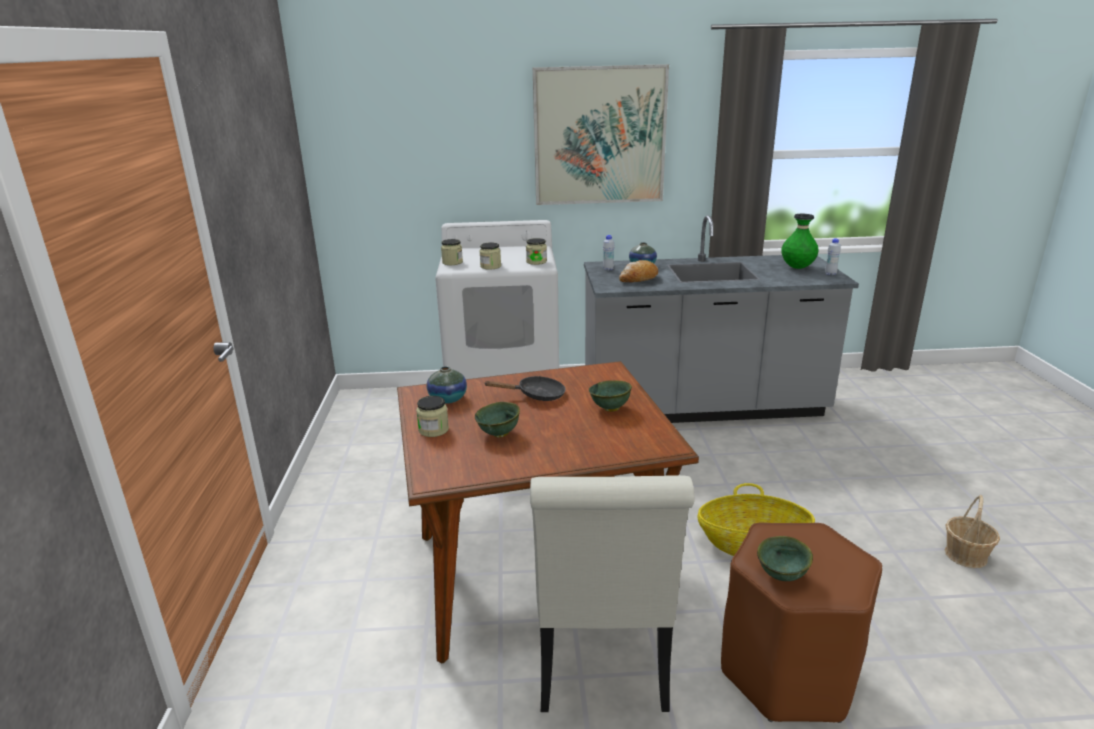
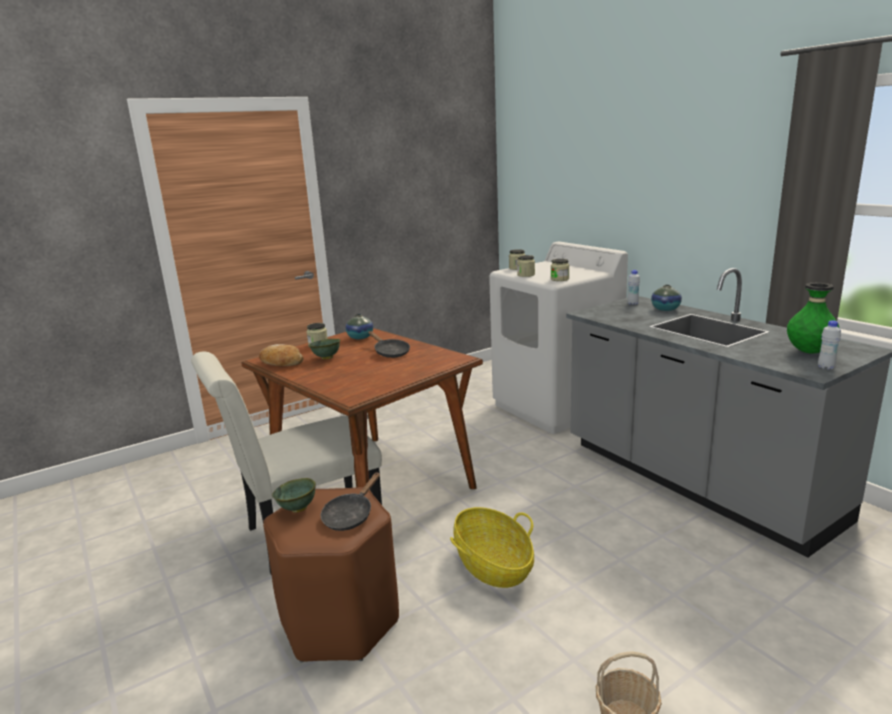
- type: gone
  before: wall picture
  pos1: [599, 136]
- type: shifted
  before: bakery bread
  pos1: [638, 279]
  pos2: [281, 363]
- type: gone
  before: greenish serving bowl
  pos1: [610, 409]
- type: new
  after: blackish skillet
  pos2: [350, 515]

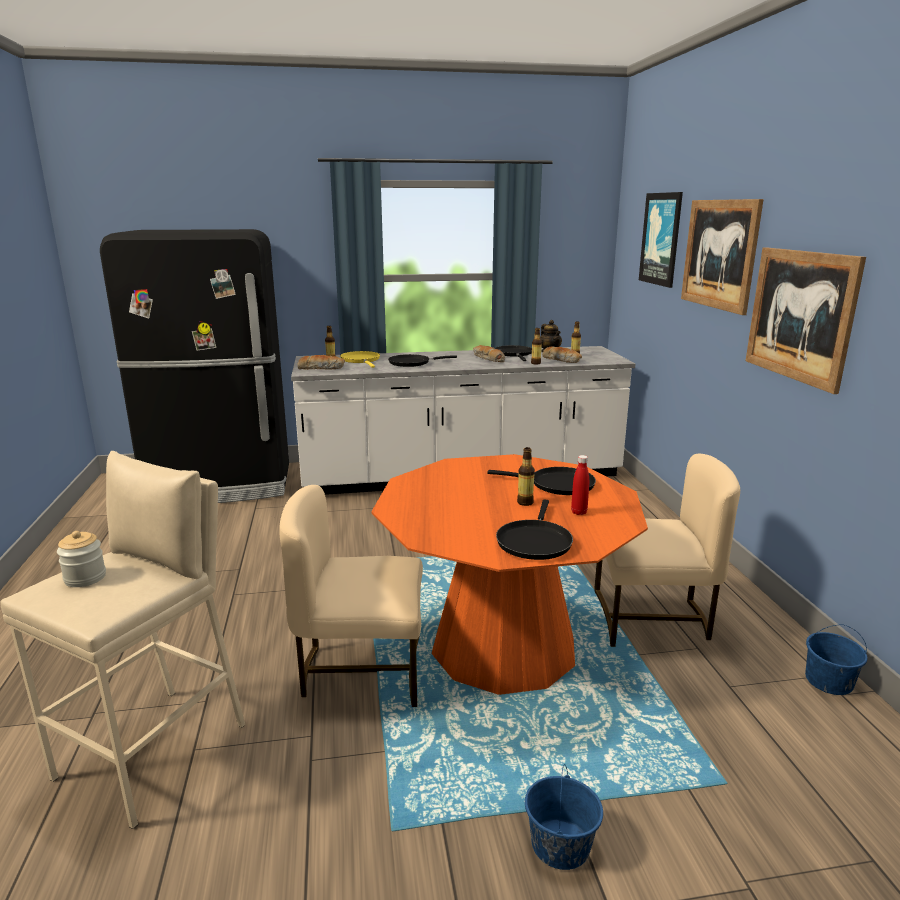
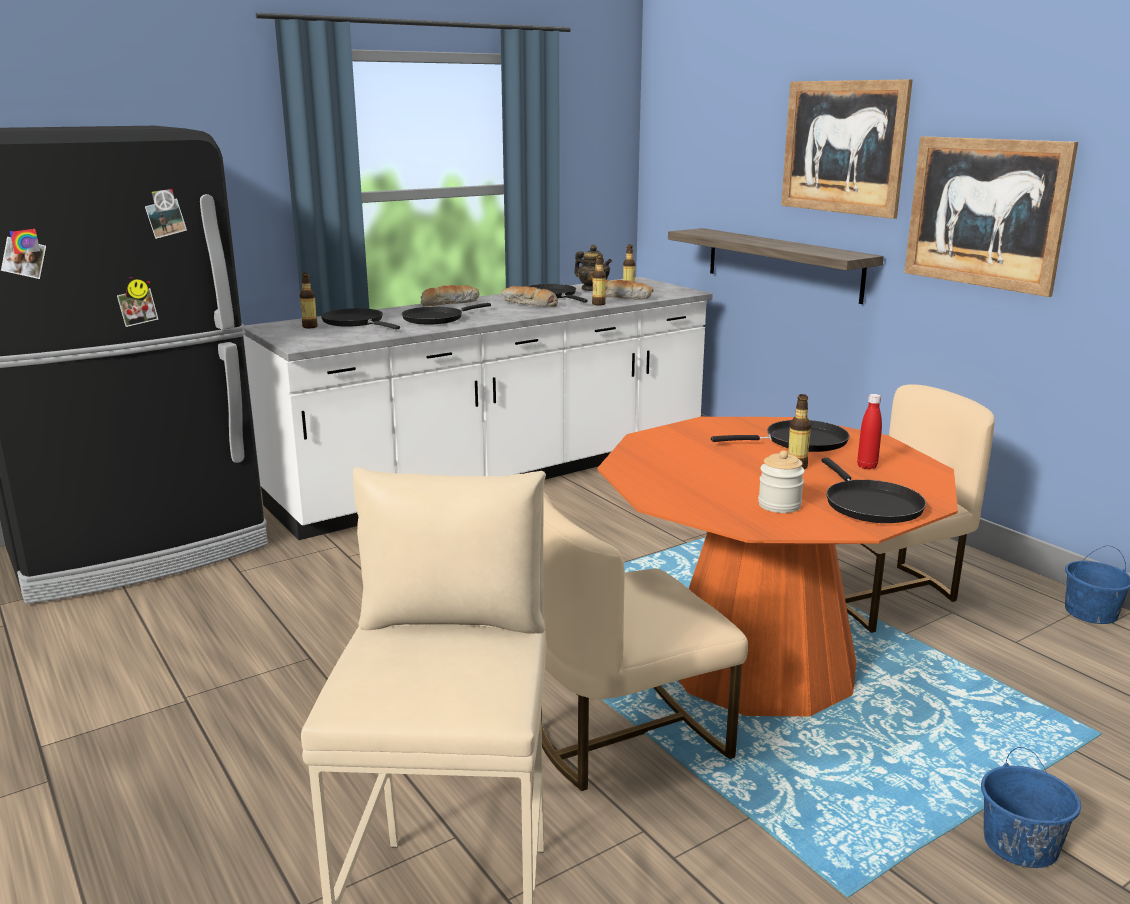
- type: gone
  before: wall picture
  pos1: [661, 239]
- type: repainted
  before: yellow skillet
  after: blackish skillet
  pos1: [361, 360]
  pos2: [356, 322]
- type: shifted
  before: bakery bread
  pos1: [321, 368]
  pos2: [450, 303]
- type: shifted
  before: storage jar
  pos1: [85, 578]
  pos2: [779, 505]
- type: new
  after: bracket shelf
  pos2: [782, 264]

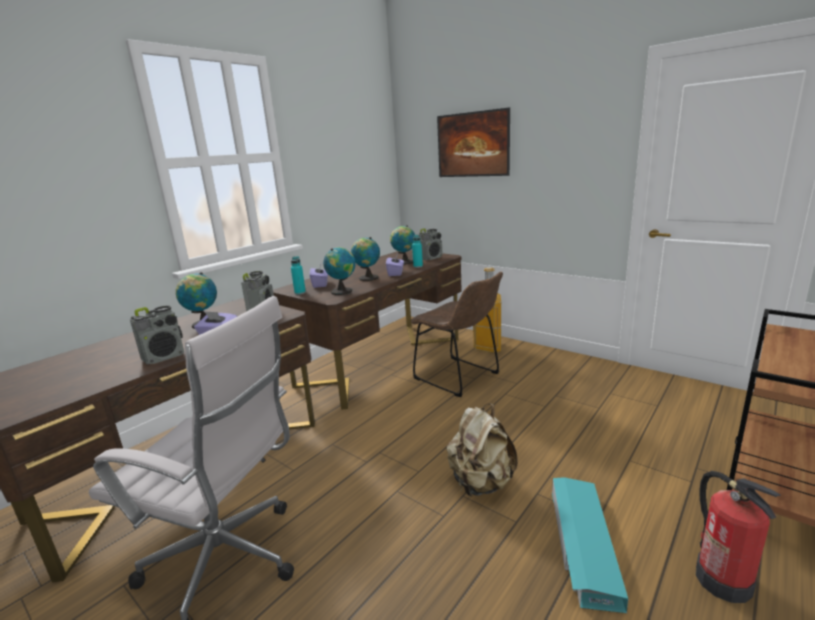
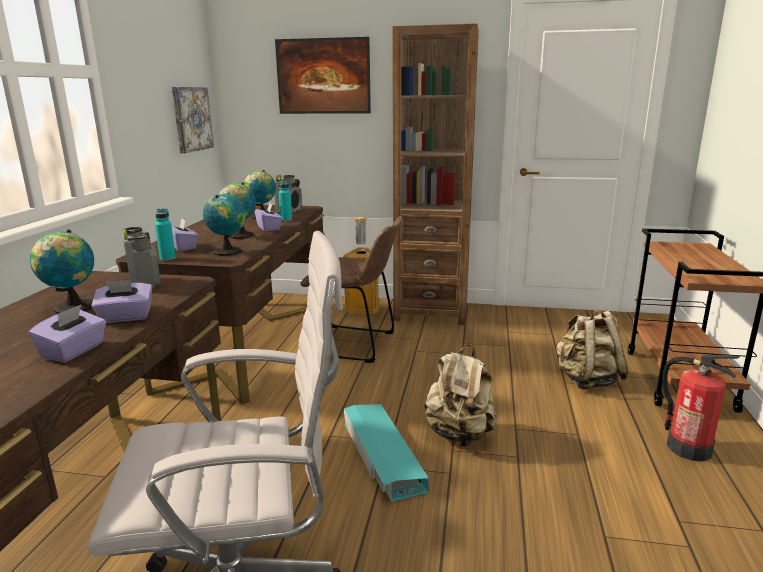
- type: swapped
  before: radio receiver
  after: purple tissue box
  pos1: [164, 357]
  pos2: [74, 351]
- type: shifted
  before: turquoise storage bin
  pos1: [583, 544]
  pos2: [382, 456]
- type: new
  after: brown-coloured bookcase
  pos2: [431, 311]
- type: new
  after: wall picture
  pos2: [191, 119]
- type: new
  after: sand-coloured backpack
  pos2: [587, 380]

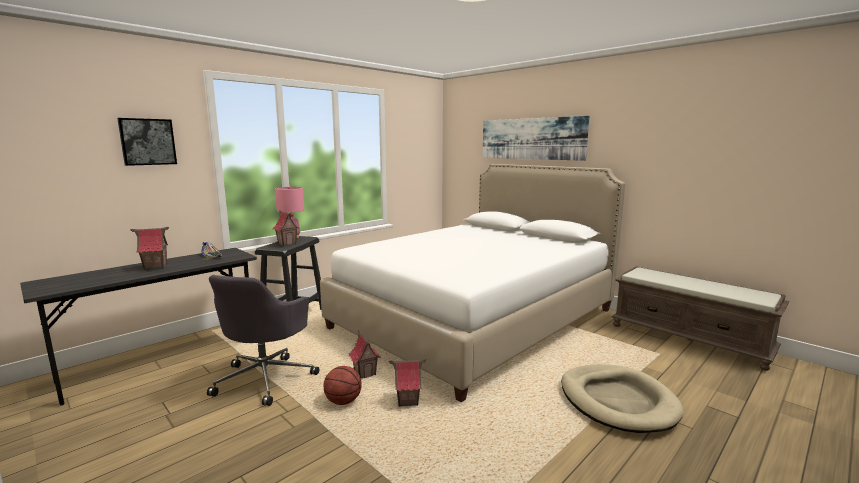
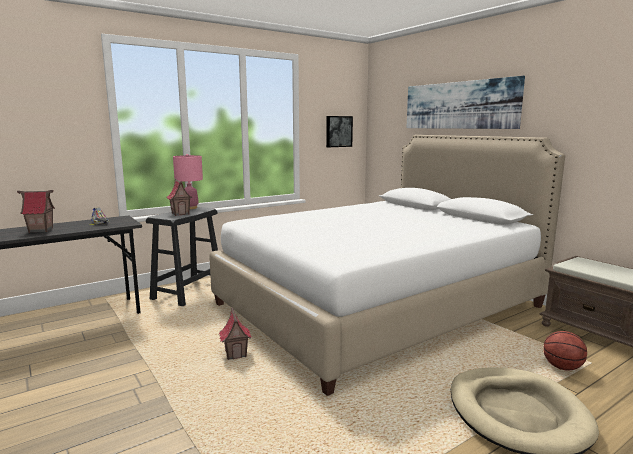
- type: shifted
  before: wall picture
  pos1: [147, 142]
  pos2: [338, 131]
- type: gone
  before: grey office chair
  pos1: [266, 378]
- type: gone
  before: model house
  pos1: [407, 401]
- type: shifted
  before: basketball
  pos1: [343, 401]
  pos2: [562, 367]

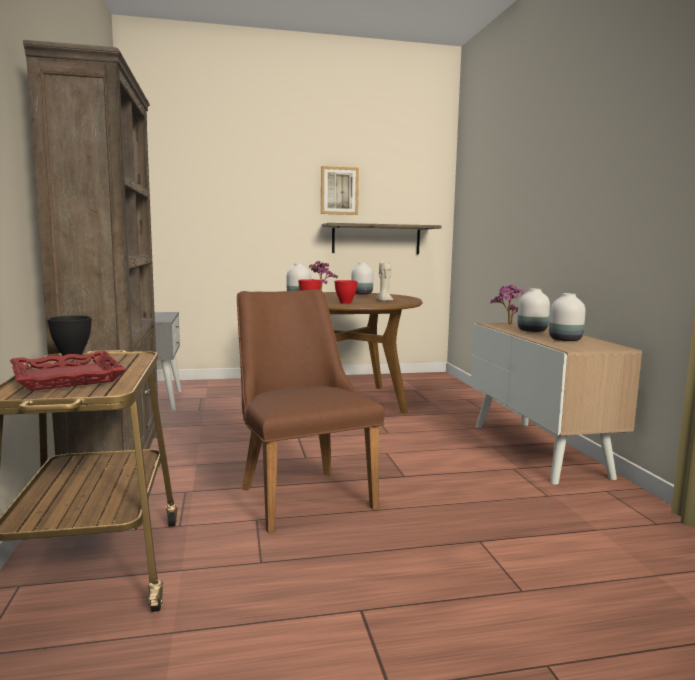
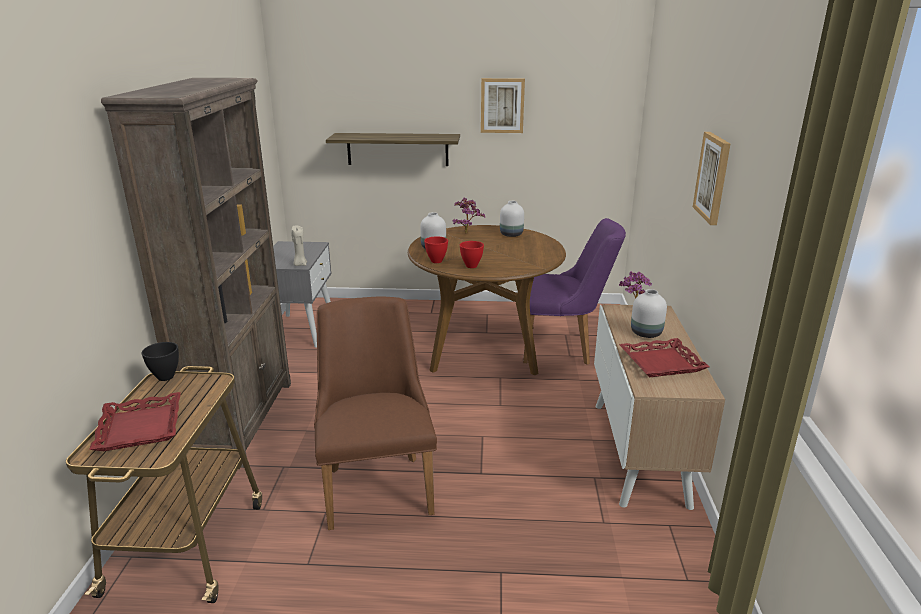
- type: shifted
  before: bracket shelf
  pos1: [376, 239]
  pos2: [397, 149]
- type: shifted
  before: sand-coloured wax light
  pos1: [384, 301]
  pos2: [300, 264]
- type: swapped
  before: whitish vase
  after: reddish carrying tray
  pos1: [565, 340]
  pos2: [661, 362]
- type: new
  after: wall picture
  pos2: [713, 177]
- type: new
  after: purple chair
  pos2: [564, 348]

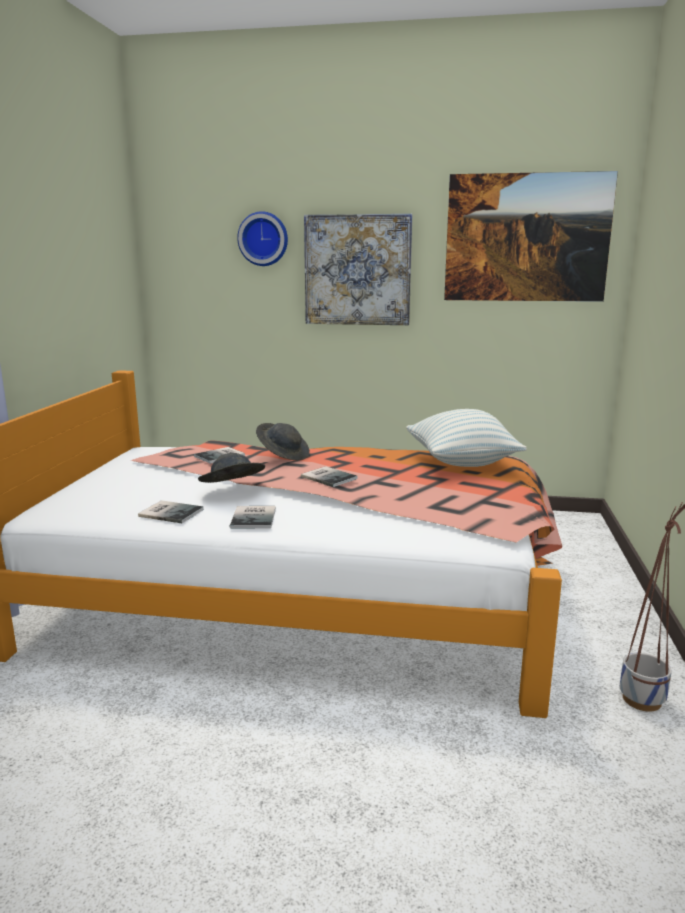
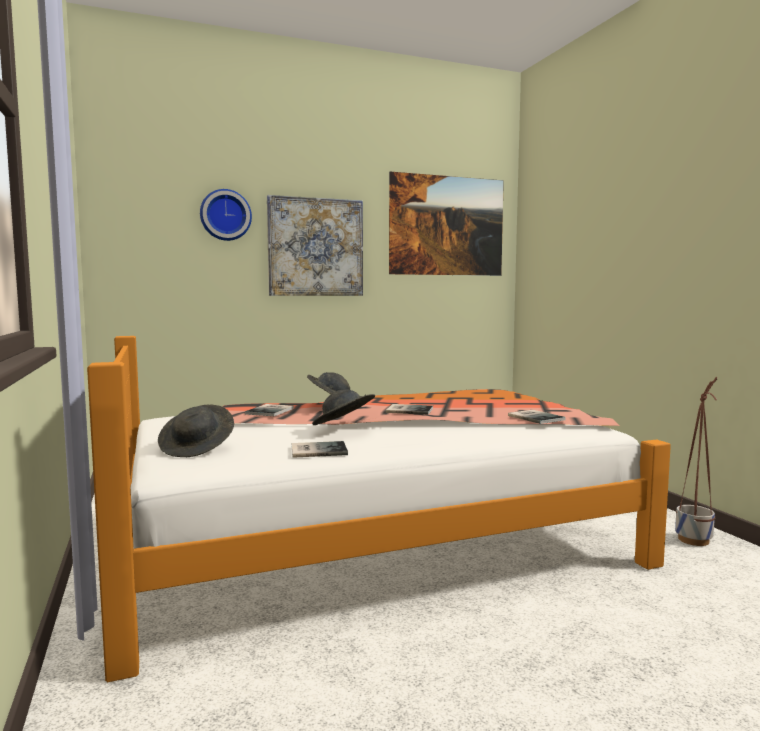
- type: gone
  before: cushion
  pos1: [461, 463]
- type: shifted
  before: book
  pos1: [255, 517]
  pos2: [536, 417]
- type: new
  after: grey wearable hat
  pos2: [197, 448]

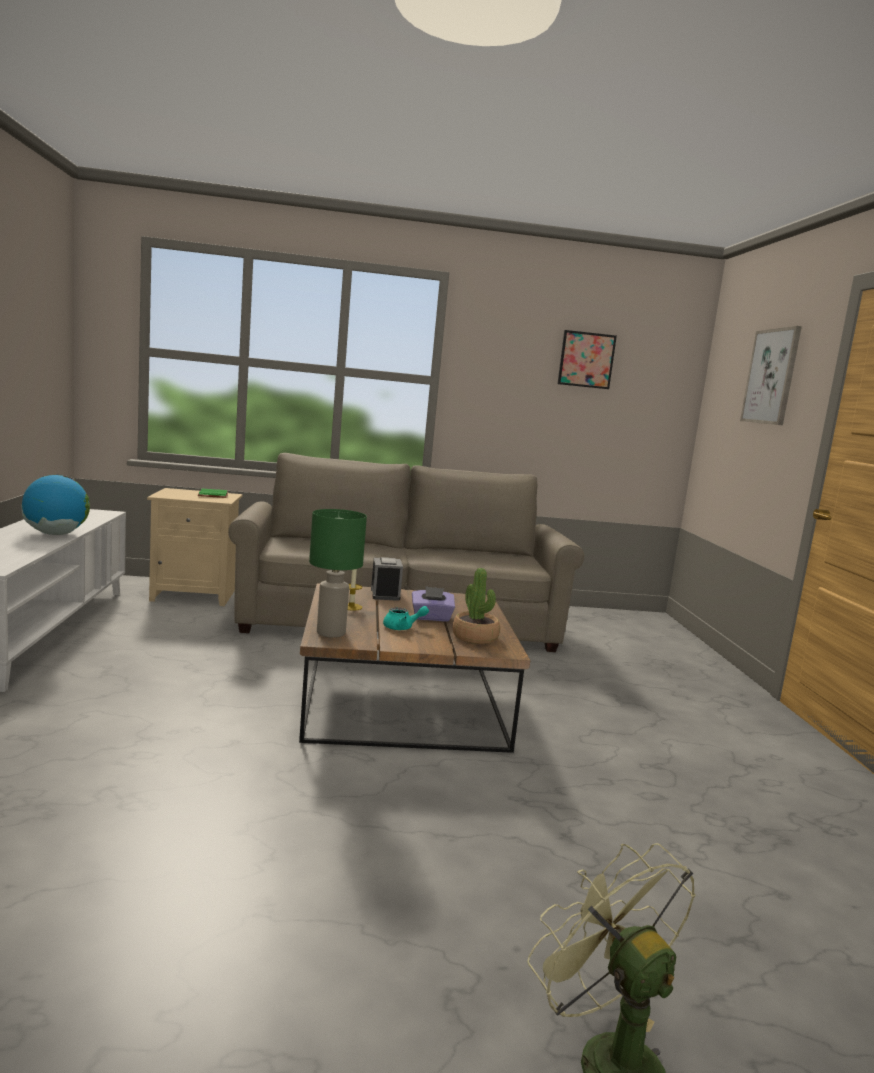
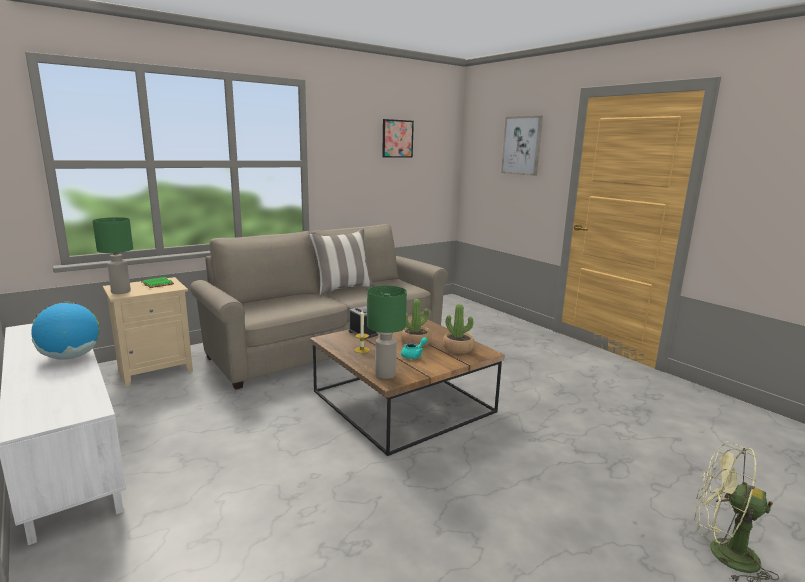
- type: swapped
  before: purple tissue box
  after: potted plant
  pos1: [431, 618]
  pos2: [415, 342]
- type: new
  after: greenish lamp for a table
  pos2: [120, 292]
- type: new
  after: cushion
  pos2: [343, 288]

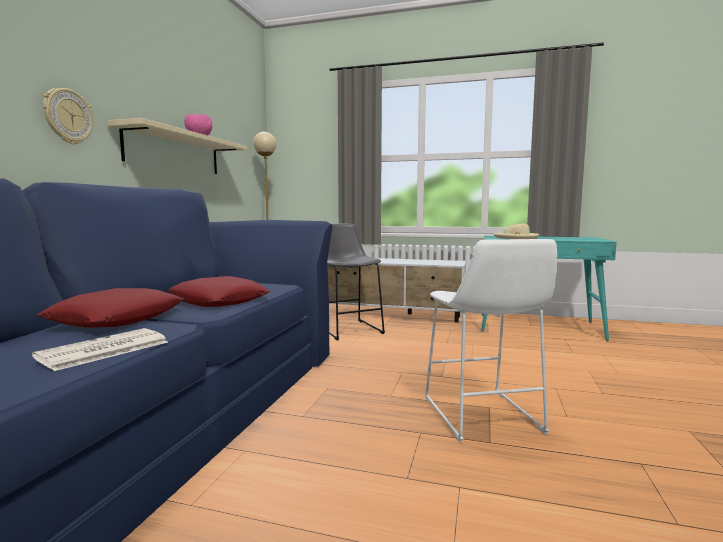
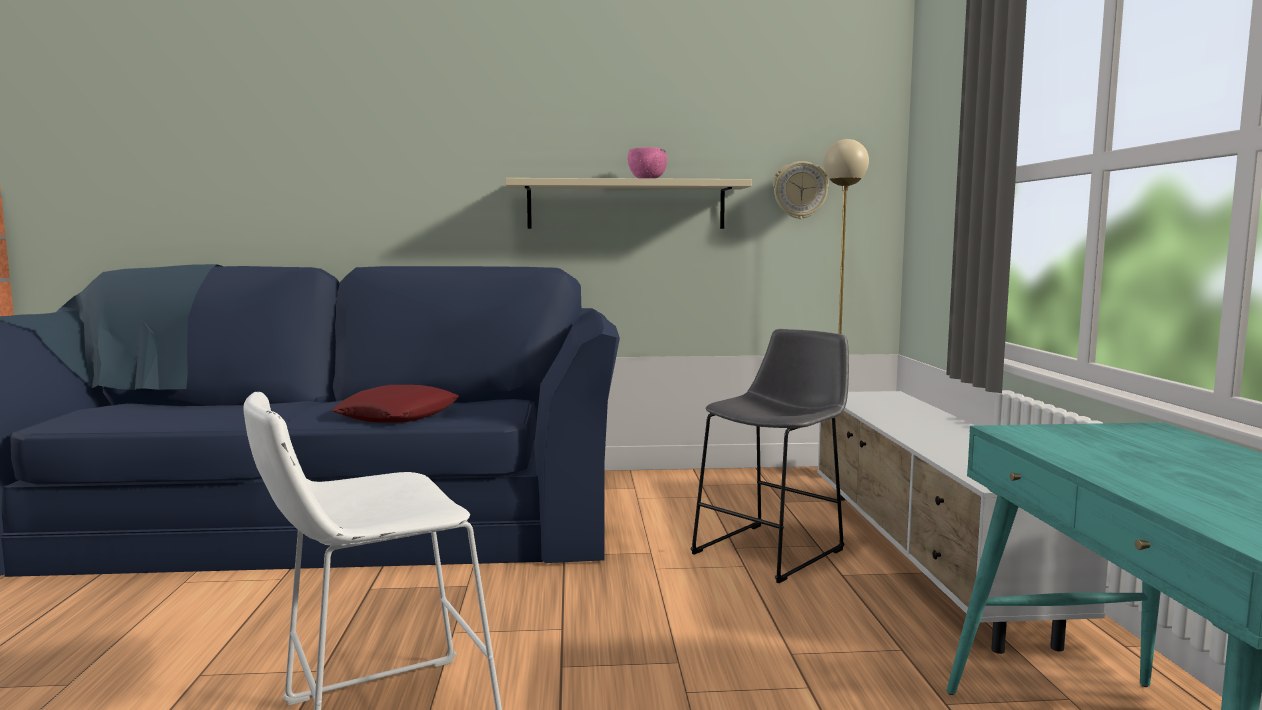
- type: shifted
  before: hanging clock
  pos1: [68, 116]
  pos2: [800, 190]
- type: gone
  before: sand-coloured wearable hat
  pos1: [516, 238]
- type: gone
  before: reddish cushion
  pos1: [117, 318]
- type: gone
  before: daily paper
  pos1: [103, 350]

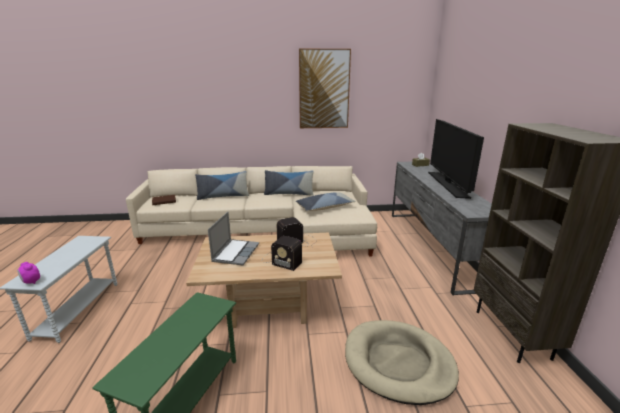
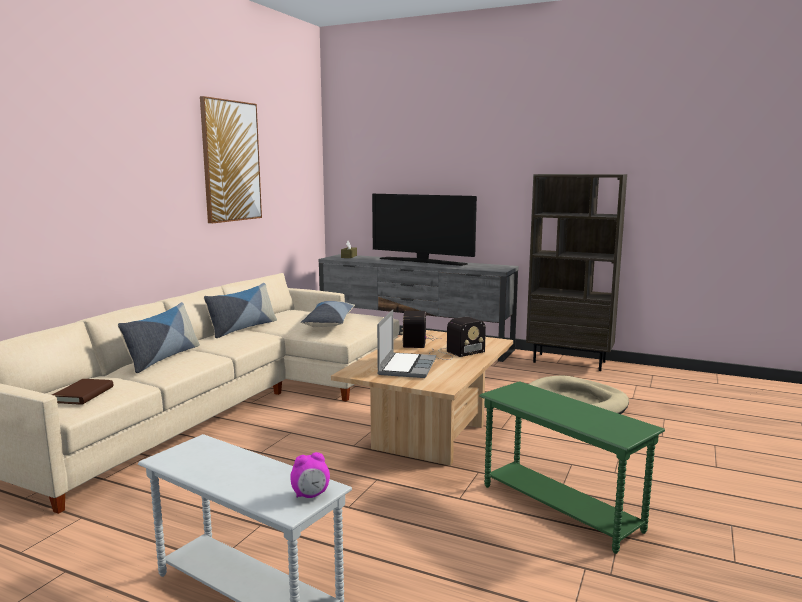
- type: rotated
  before: notebook computer
  pos1: [235, 253]
  pos2: [406, 366]
  turn: 60

